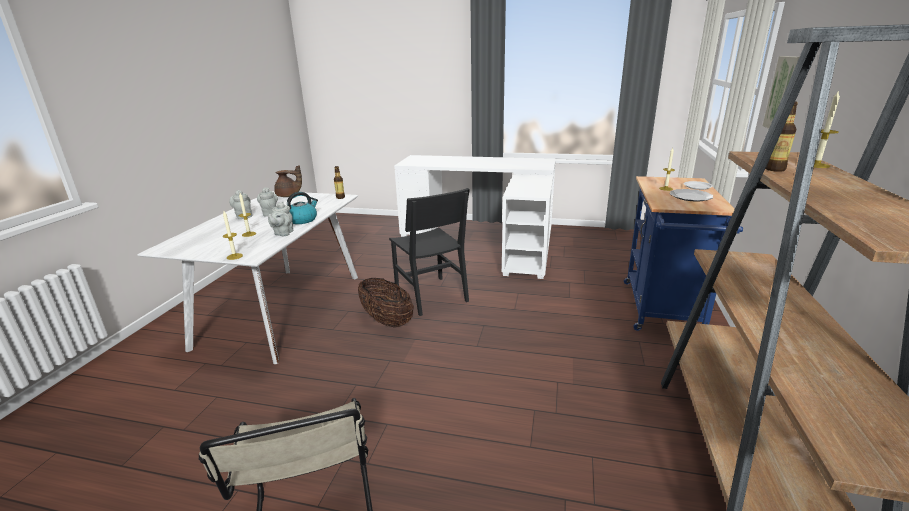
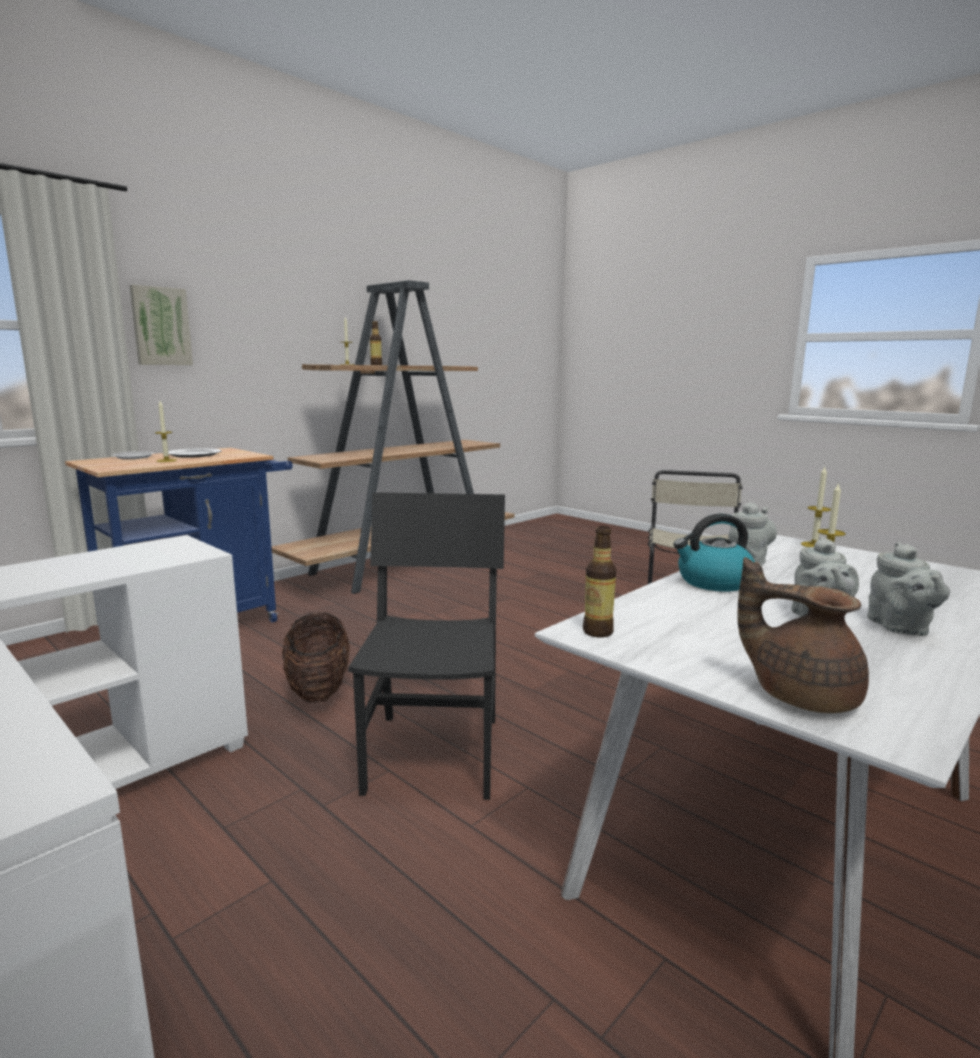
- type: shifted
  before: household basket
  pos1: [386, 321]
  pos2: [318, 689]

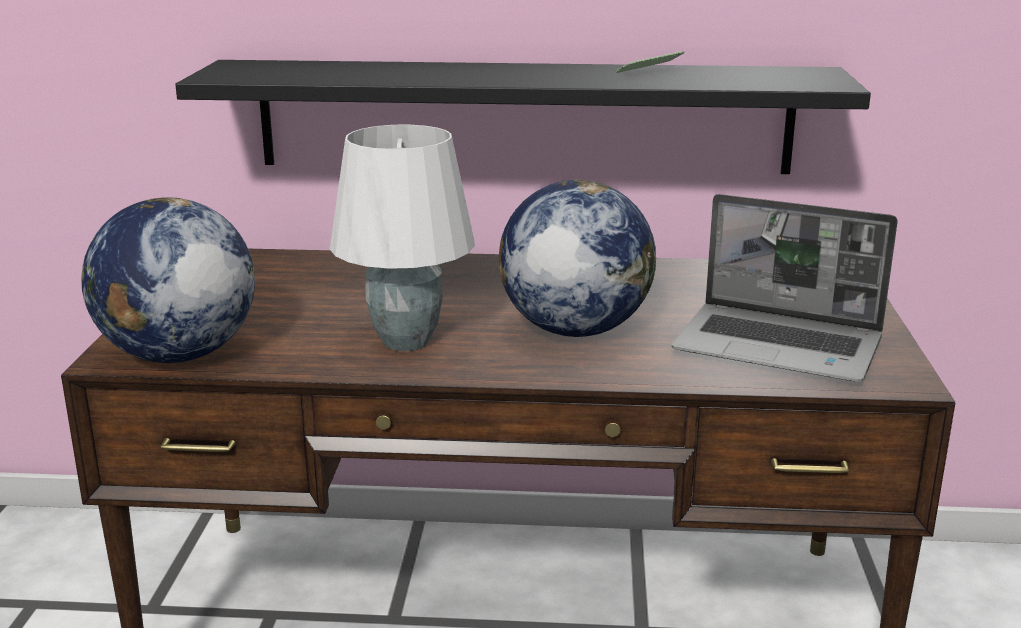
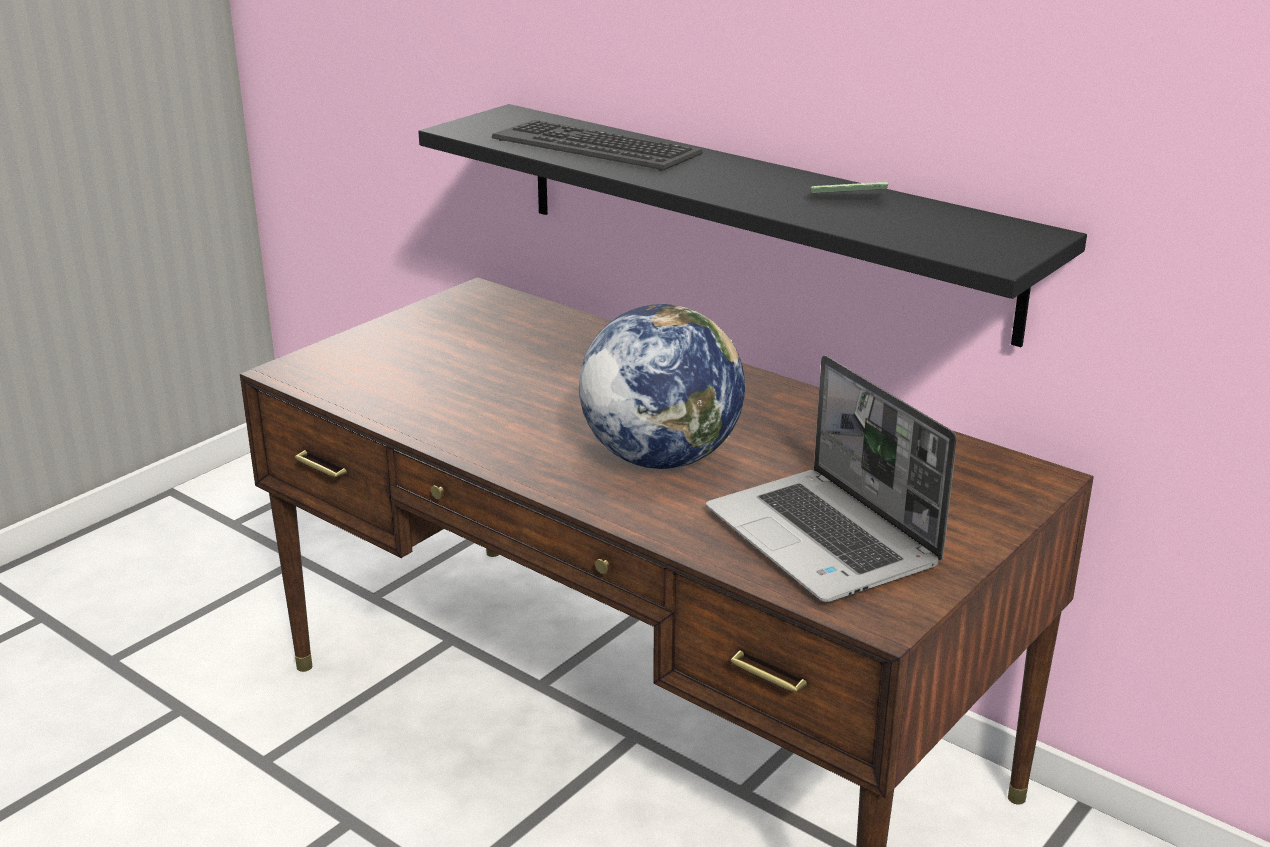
- type: gone
  before: whitish lamp for a table
  pos1: [408, 342]
- type: gone
  before: world globe
  pos1: [177, 356]
- type: new
  after: PC keyboard
  pos2: [596, 146]

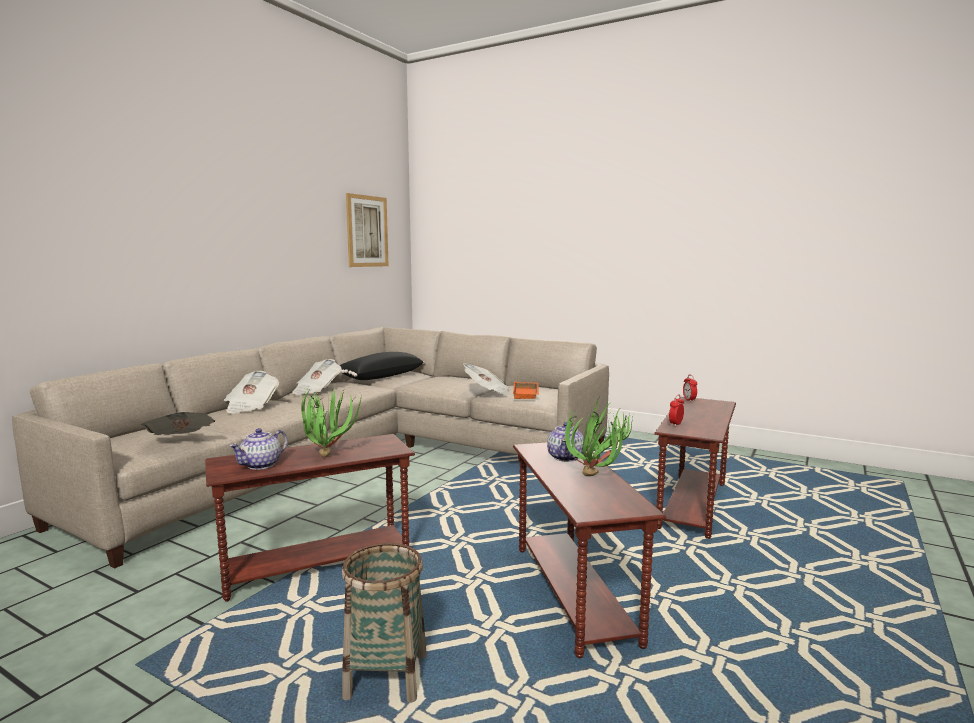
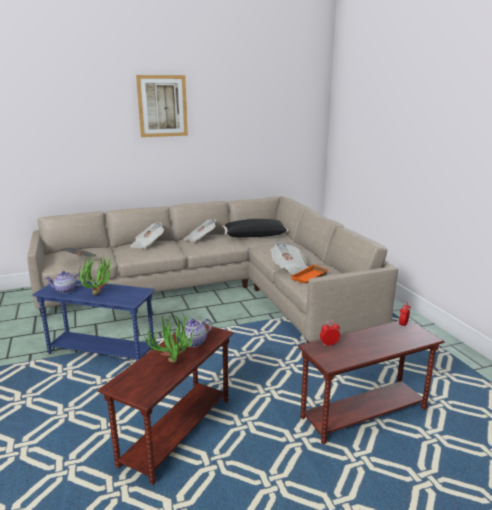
- type: shifted
  before: wall picture
  pos1: [367, 231]
  pos2: [162, 106]
- type: repainted
  before: brown-coloured accent table
  after: blue accent table
  pos1: [317, 566]
  pos2: [101, 352]
- type: gone
  before: household basket
  pos1: [386, 676]

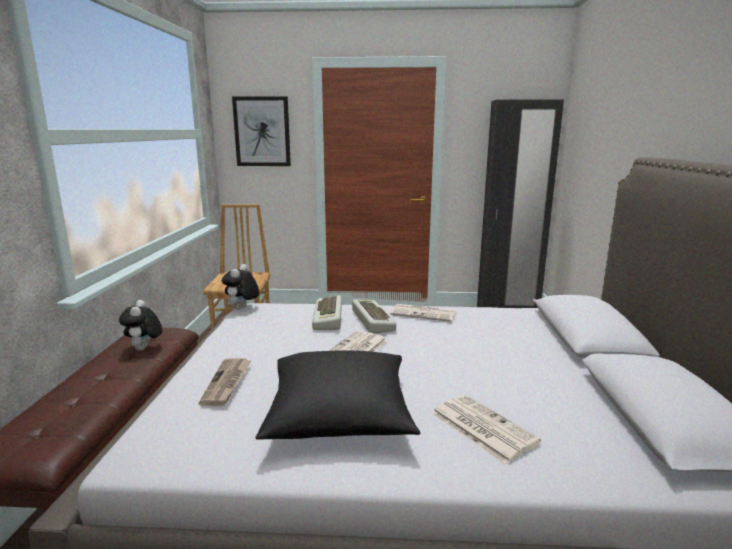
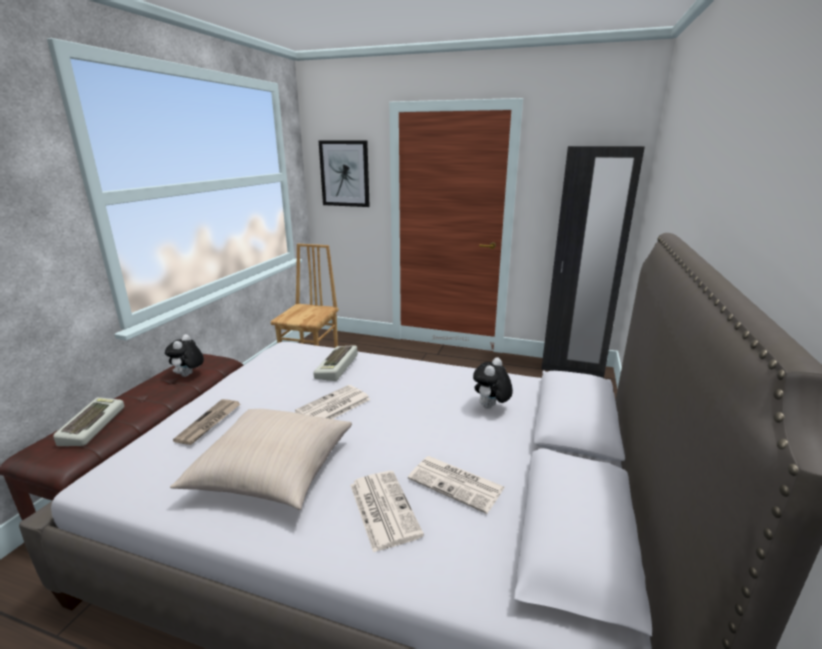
- type: shifted
  before: plush toy
  pos1: [242, 309]
  pos2: [490, 408]
- type: shifted
  before: PC keyboard
  pos1: [371, 320]
  pos2: [91, 425]
- type: shifted
  before: daily paper
  pos1: [424, 313]
  pos2: [457, 483]
- type: repainted
  before: blackish cushion
  after: sand-coloured cushion
  pos1: [340, 415]
  pos2: [273, 471]

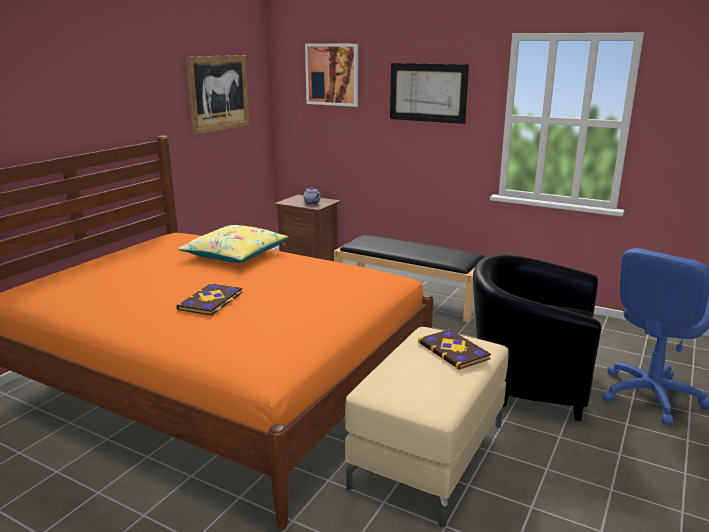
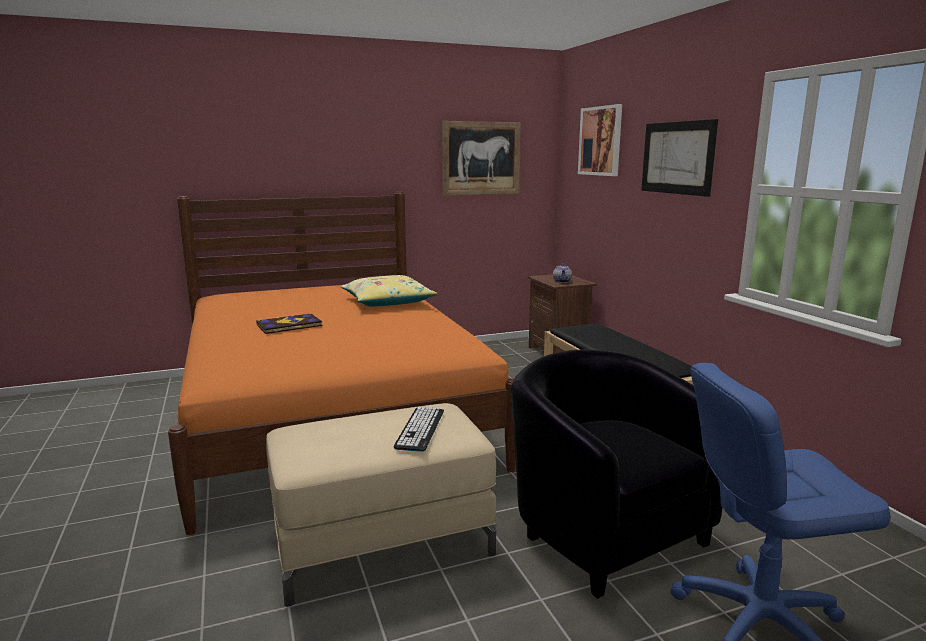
- type: swapped
  before: book
  after: PC keyboard
  pos1: [454, 350]
  pos2: [420, 429]

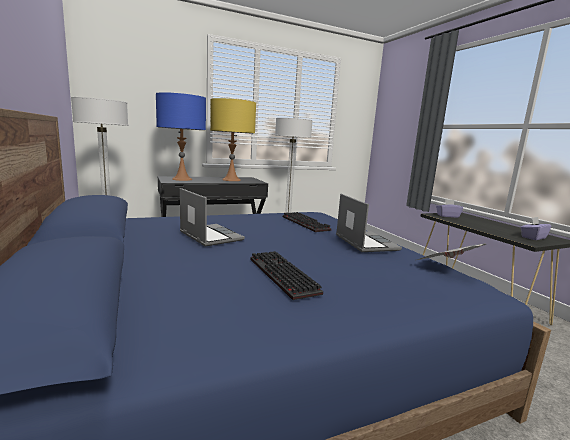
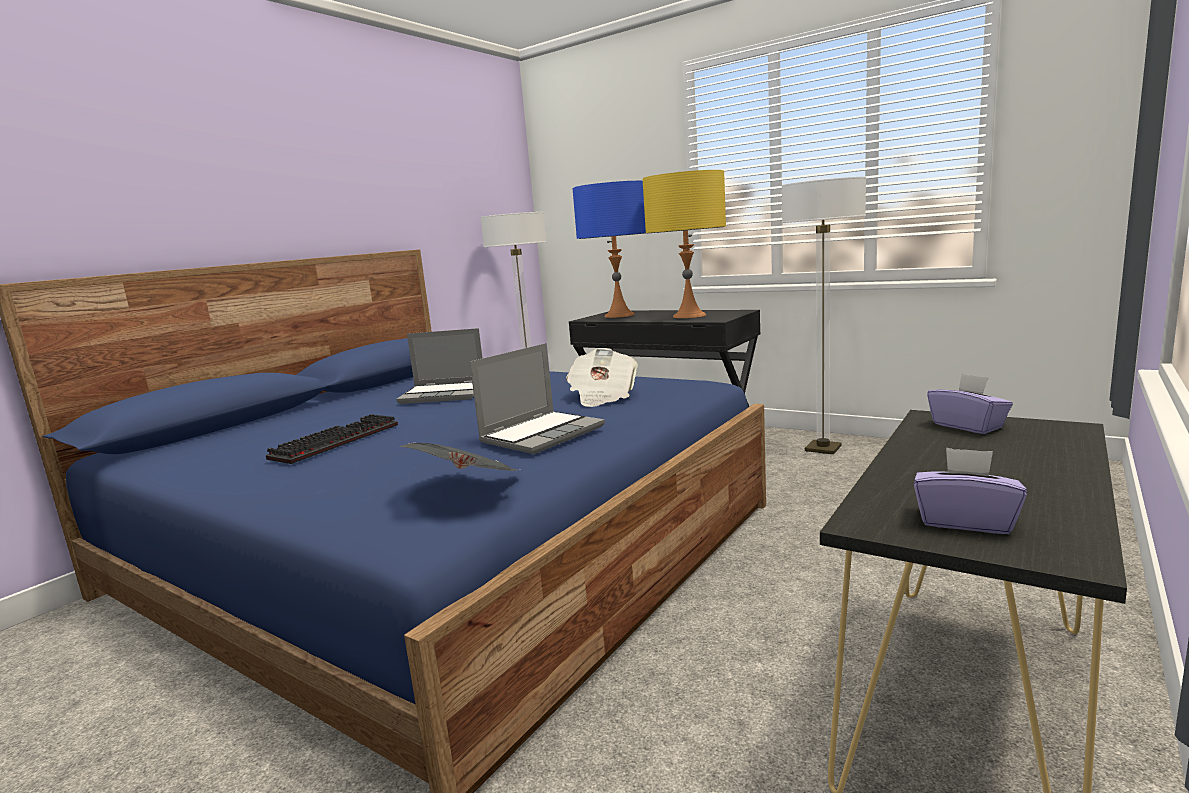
- type: rotated
  before: notebook computer
  pos1: [209, 236]
  pos2: [445, 394]
  turn: 75
- type: swapped
  before: PC keyboard
  after: daily paper
  pos1: [306, 223]
  pos2: [602, 397]

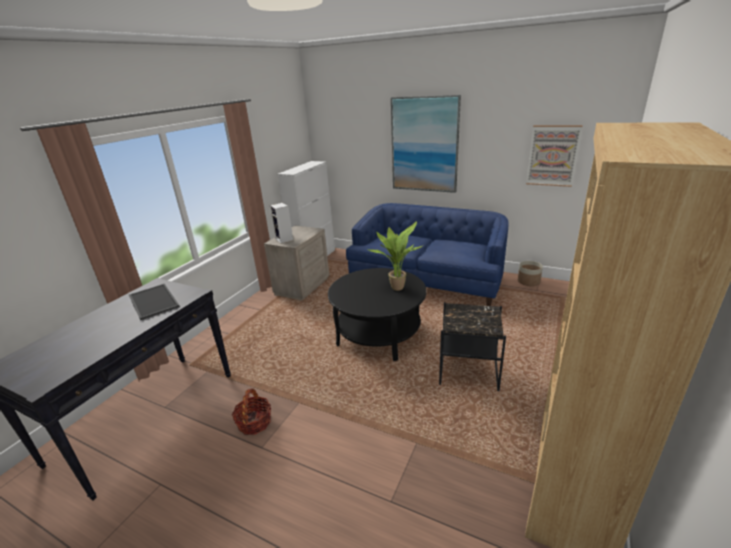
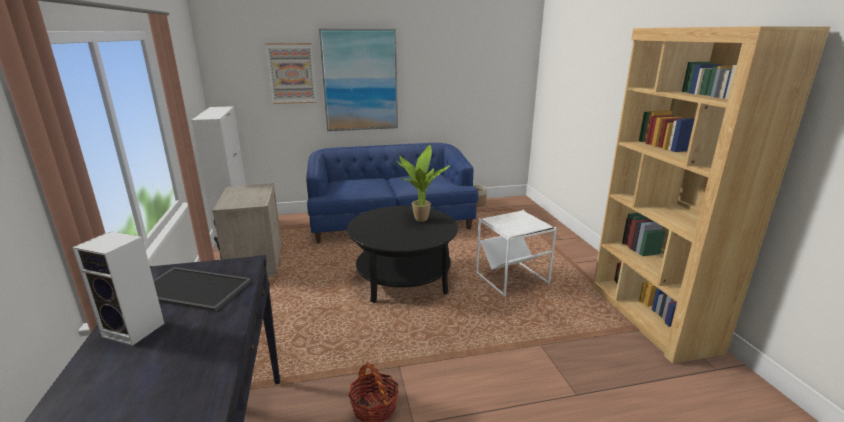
- type: shifted
  before: wall picture
  pos1: [552, 156]
  pos2: [292, 73]
- type: shifted
  before: loudspeaker
  pos1: [285, 240]
  pos2: [136, 330]
- type: repainted
  before: blackish accent table
  after: whitish accent table
  pos1: [469, 371]
  pos2: [512, 279]

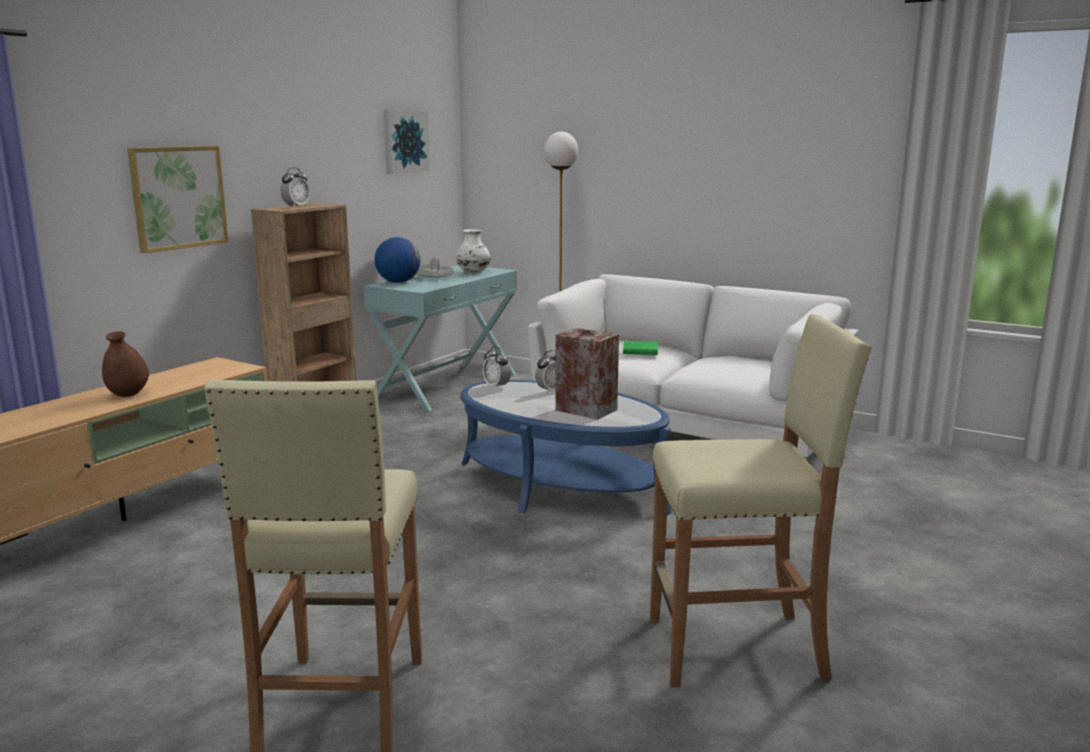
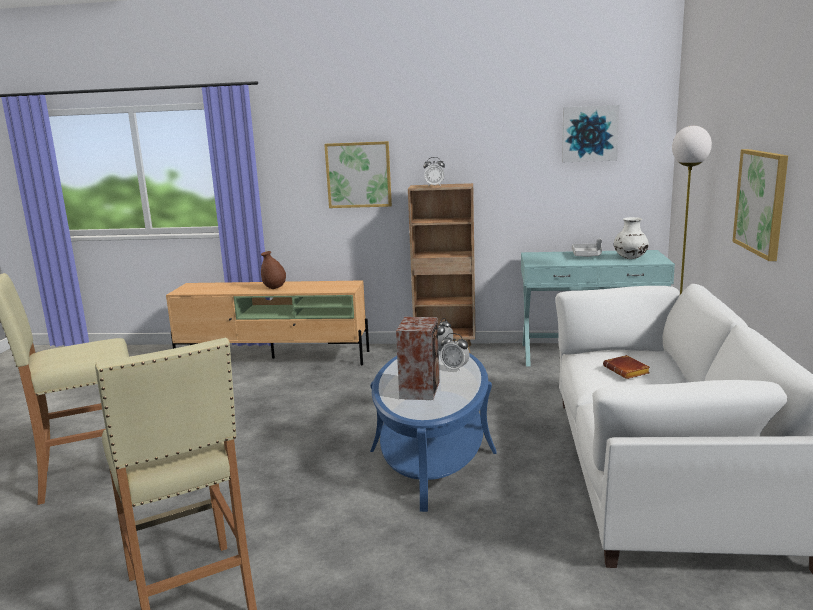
- type: gone
  before: world globe
  pos1: [398, 282]
- type: repainted
  before: greenish book
  after: brown-coloured book
  pos1: [641, 352]
  pos2: [627, 371]
- type: new
  after: wall picture
  pos2: [761, 202]

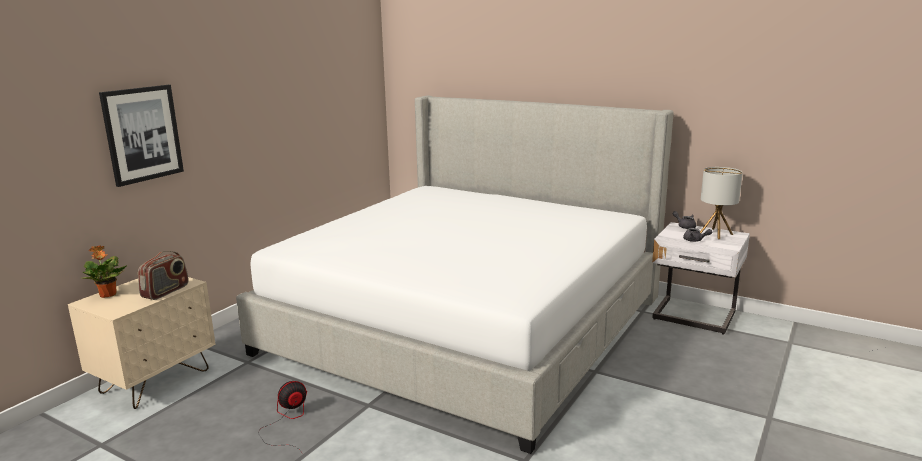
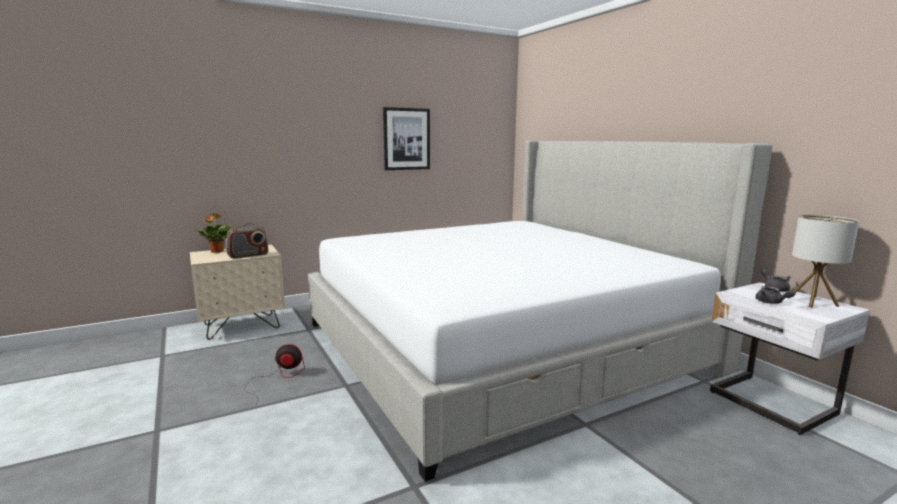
- type: shifted
  before: wall picture
  pos1: [142, 134]
  pos2: [406, 139]

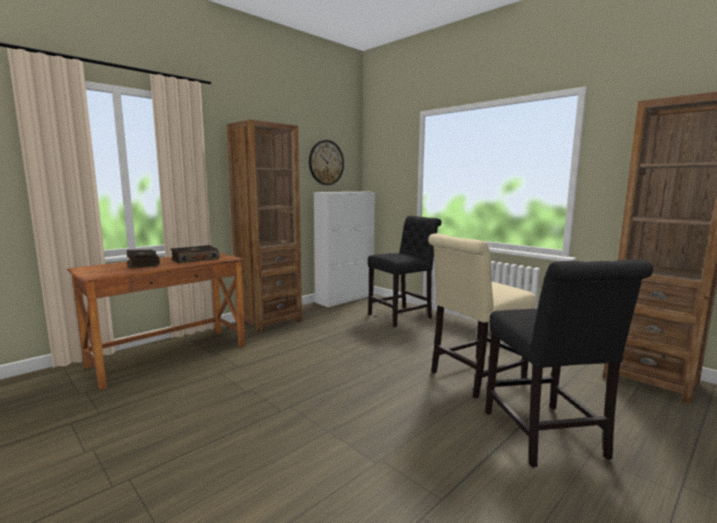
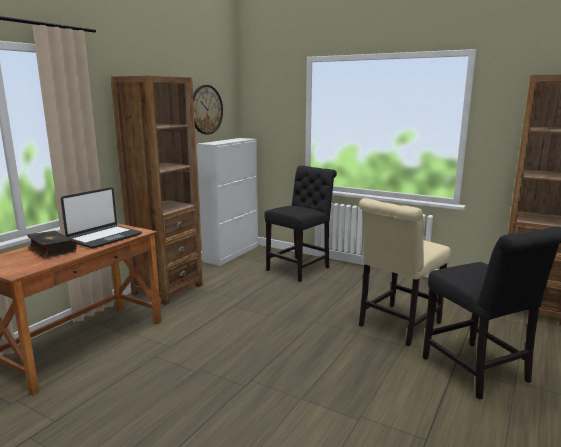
- type: swapped
  before: book
  after: notebook computer
  pos1: [194, 260]
  pos2: [104, 237]

